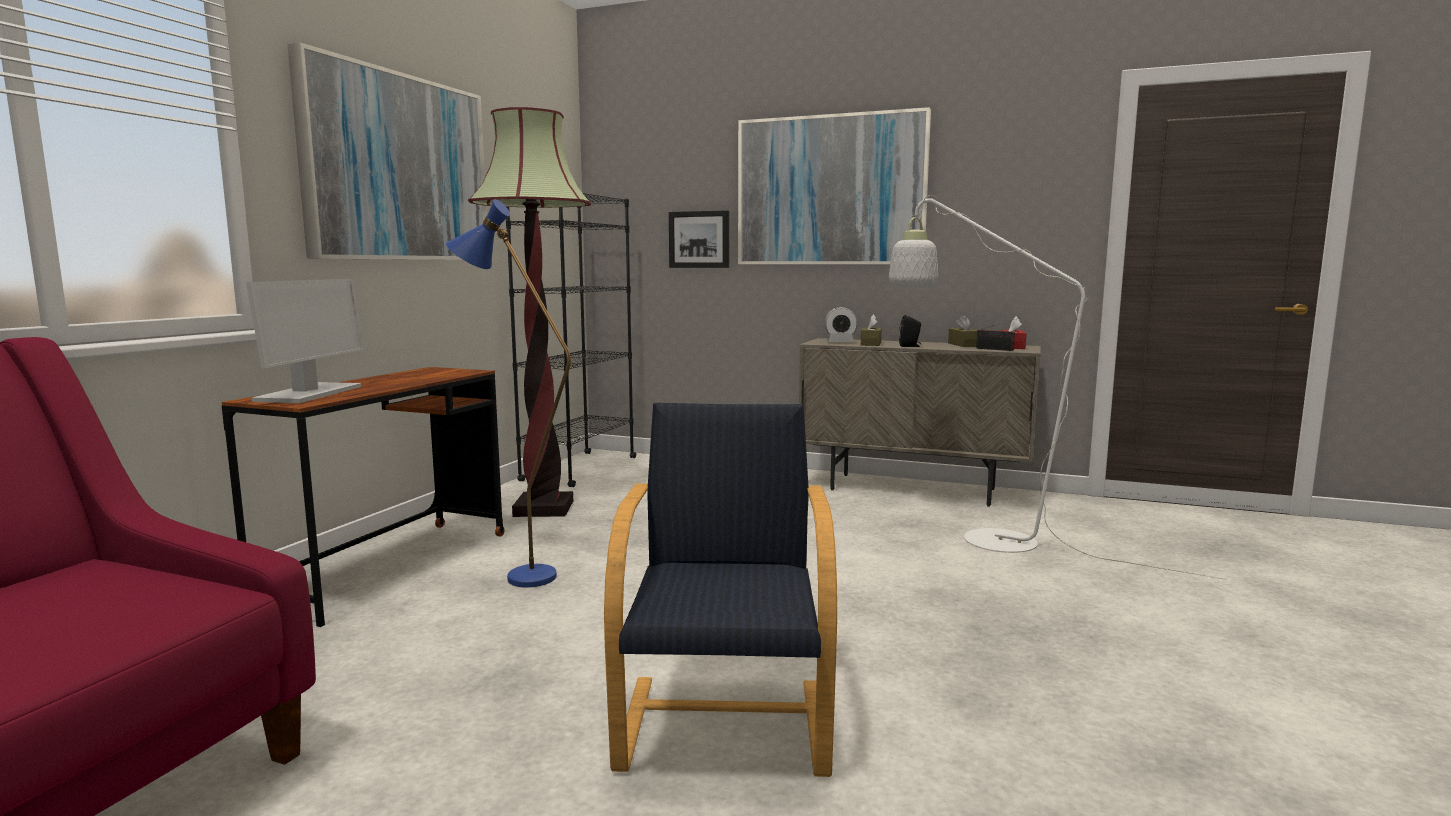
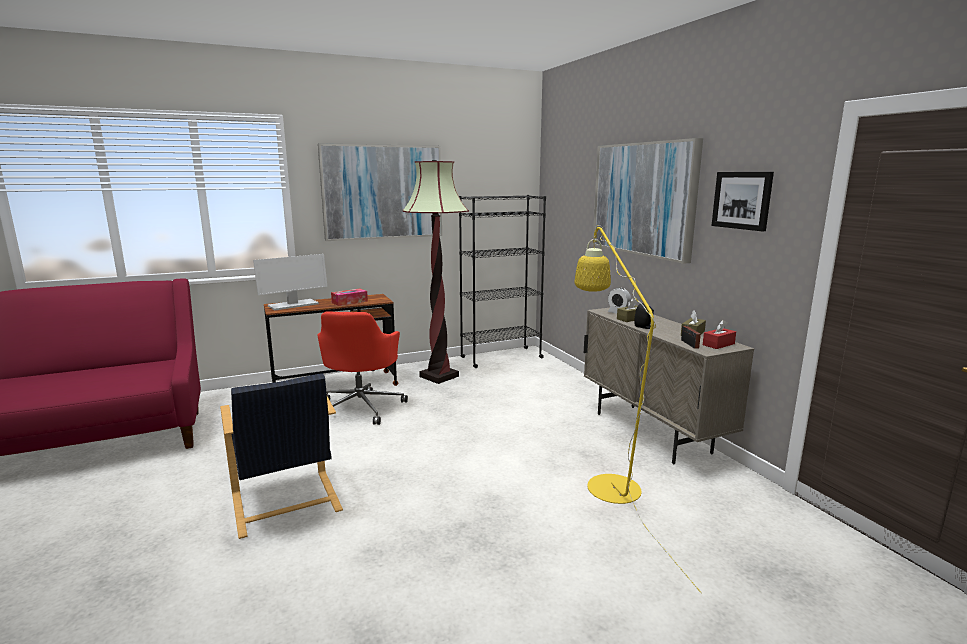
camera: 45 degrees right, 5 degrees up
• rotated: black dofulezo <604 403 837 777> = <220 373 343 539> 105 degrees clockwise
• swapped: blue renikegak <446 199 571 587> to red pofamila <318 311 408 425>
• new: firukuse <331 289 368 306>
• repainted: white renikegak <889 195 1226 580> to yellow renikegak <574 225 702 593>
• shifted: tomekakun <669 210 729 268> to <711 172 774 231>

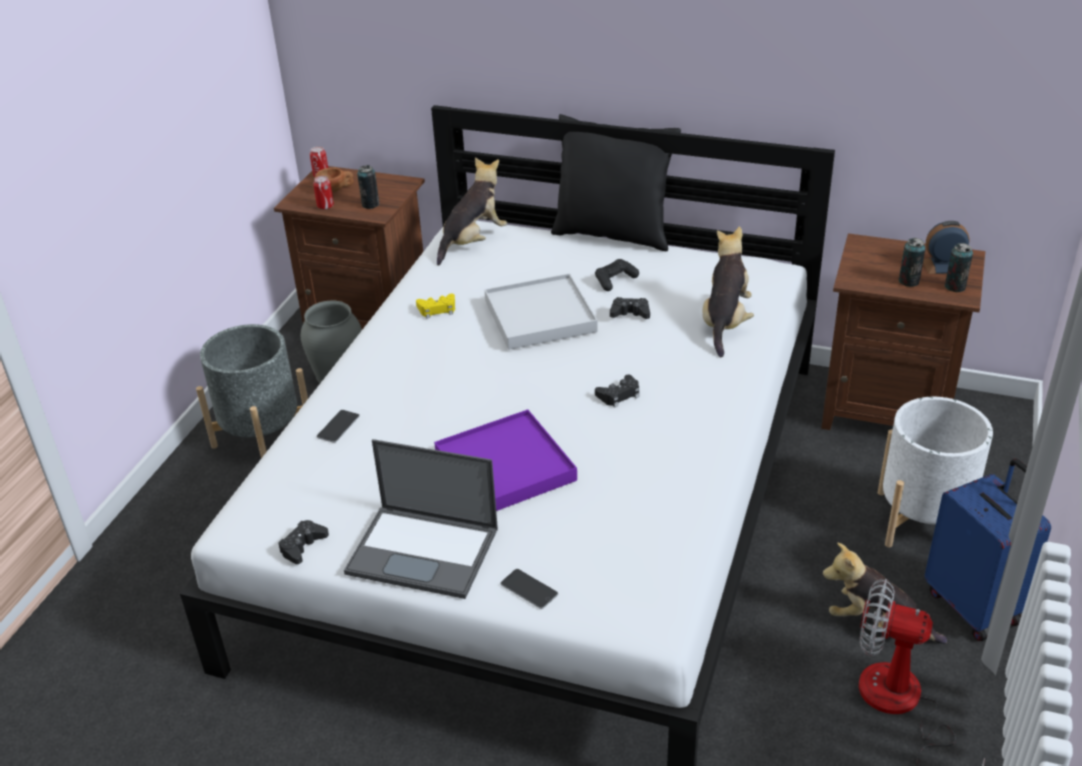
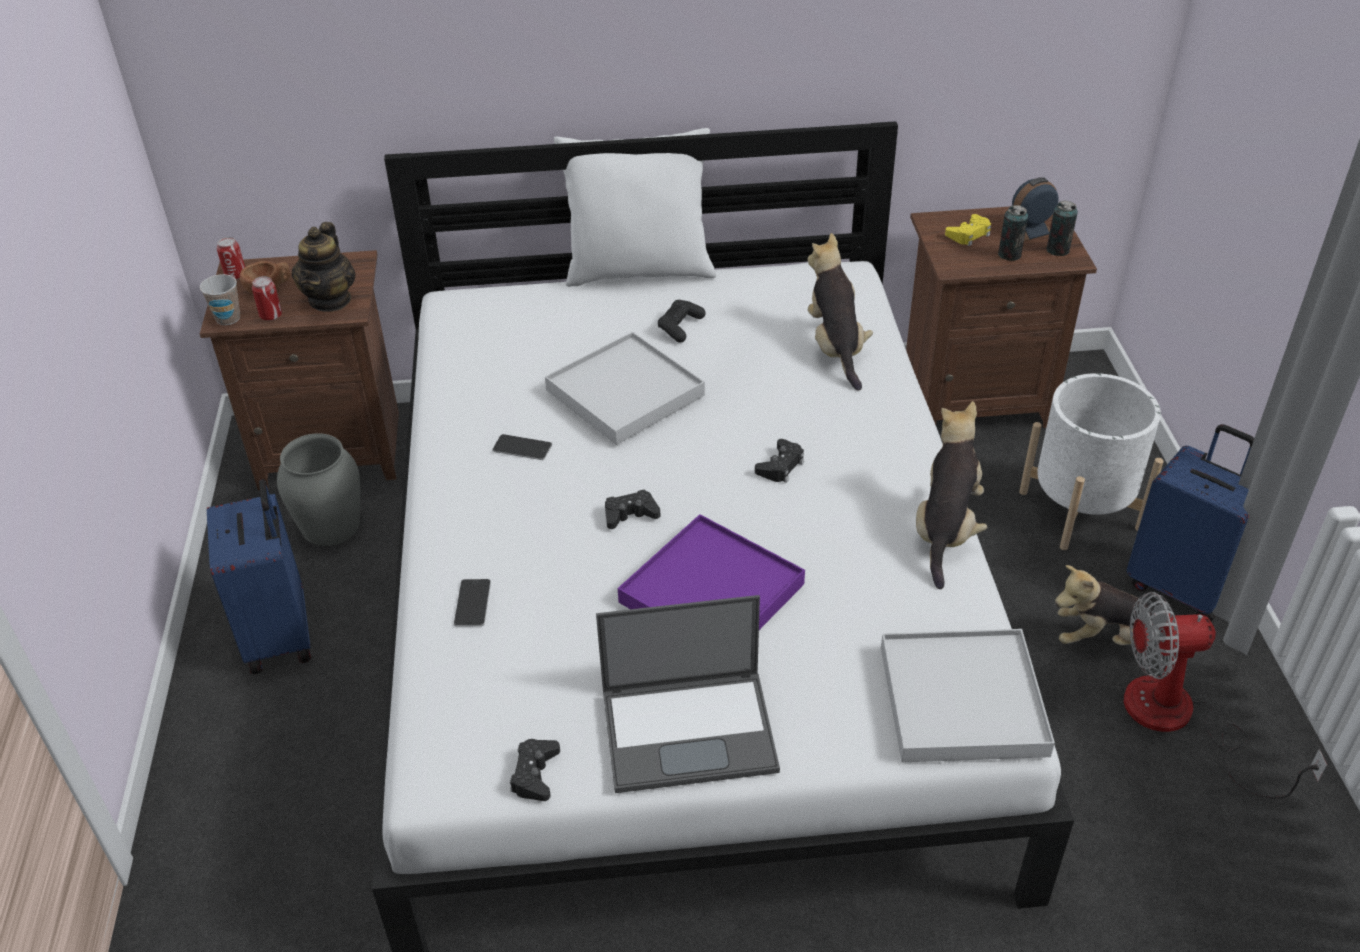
camera: 25 degrees left, 5 degrees up
• new: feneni <200 274 240 325>
• swapped: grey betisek <196 324 308 458> to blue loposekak <207 479 311 674>
• swapped: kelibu <357 165 380 209> to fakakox <292 222 356 312>
• shifted: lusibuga <500 569 558 609> to <492 434 552 460>
• repainted: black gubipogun <551 114 681 251> to white gubipogun <554 128 716 287>
• shifted: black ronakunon <610 297 650 319> to <605 490 660 529>
• new: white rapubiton <881 629 1055 762>
• shifted: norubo <437 158 507 266> to <916 401 987 589>
• shifted: yellow ronakunon <416 294 455 319> to <945 214 991 246>

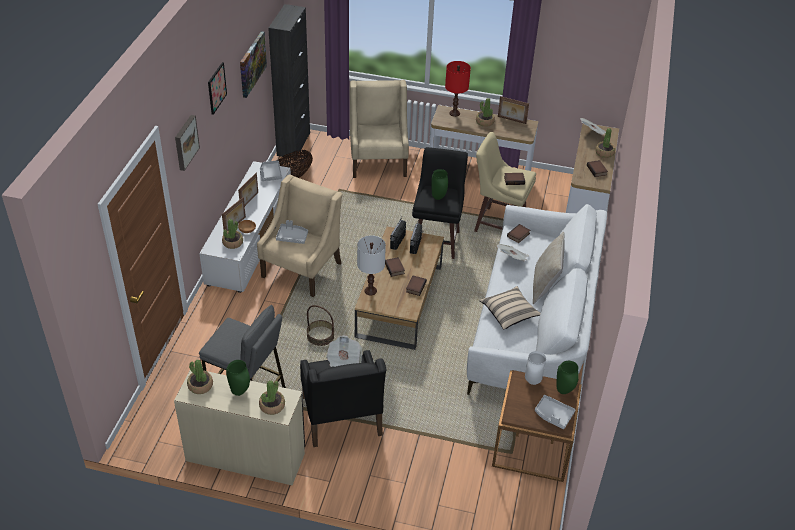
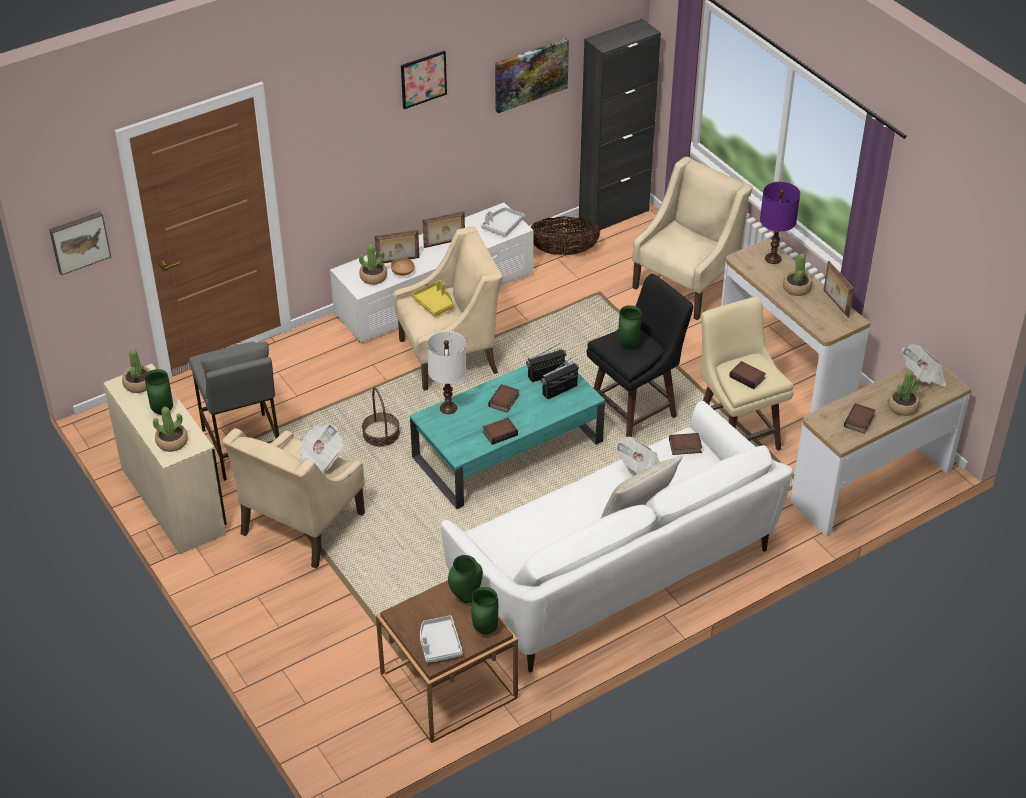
camera: 45 degrees right, 0 degrees up
• shifted: tomekakun <175 115 200 171> to <49 212 111 275>
• repainted: black dofulezo <300 350 386 447> to beige dofulezo <222 428 365 569>
• repainted: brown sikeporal <355 227 444 350> to turquoise sikeporal <410 360 605 509>
• repainted: grey rapubiton <276 220 308 244> to yellow rapubiton <411 280 454 317>
• repainted: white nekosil <525 351 546 385> to green nekosil <448 555 483 603>
• repainted: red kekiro <445 61 471 117> to purple kekiro <760 182 800 264>
• gone: beige gubipogun <480 286 540 330>

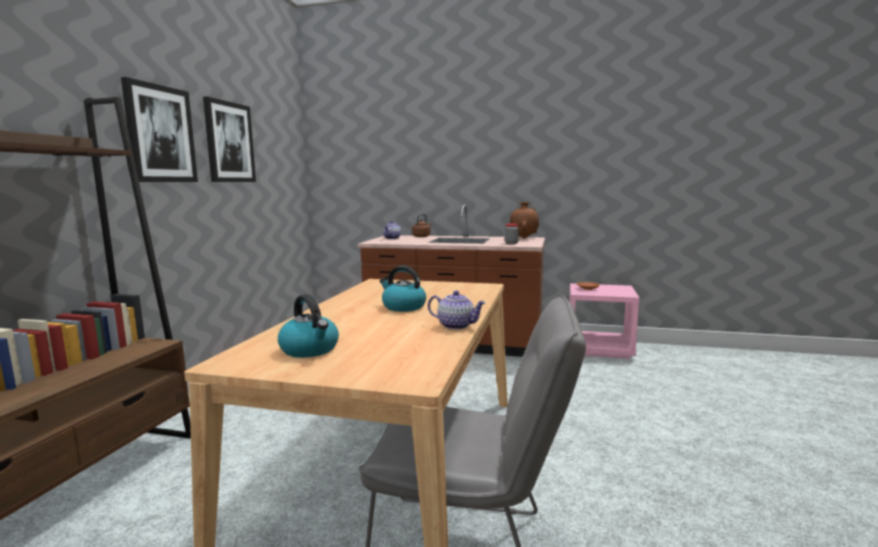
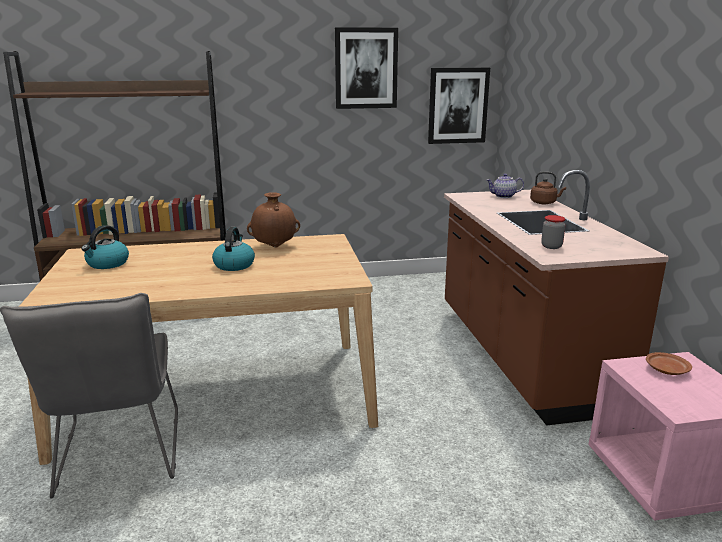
camera: 65 degrees right, 10 degrees up
• shifted: brown nekosil <510 202 539 239> to <247 192 300 248>
• shifted: tomekakun <121 77 198 182> to <428 68 490 144>
• gone: fakakox <428 290 486 330>

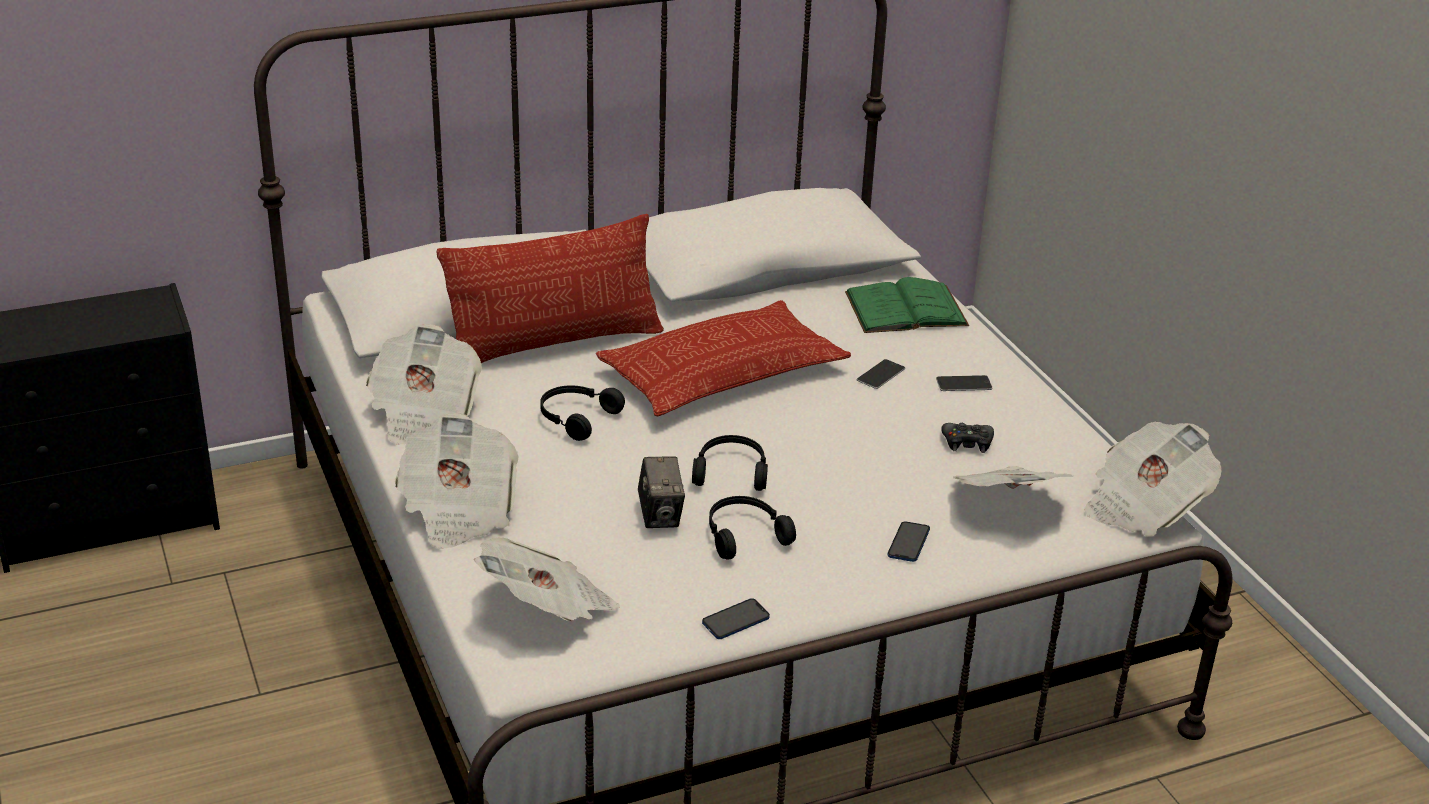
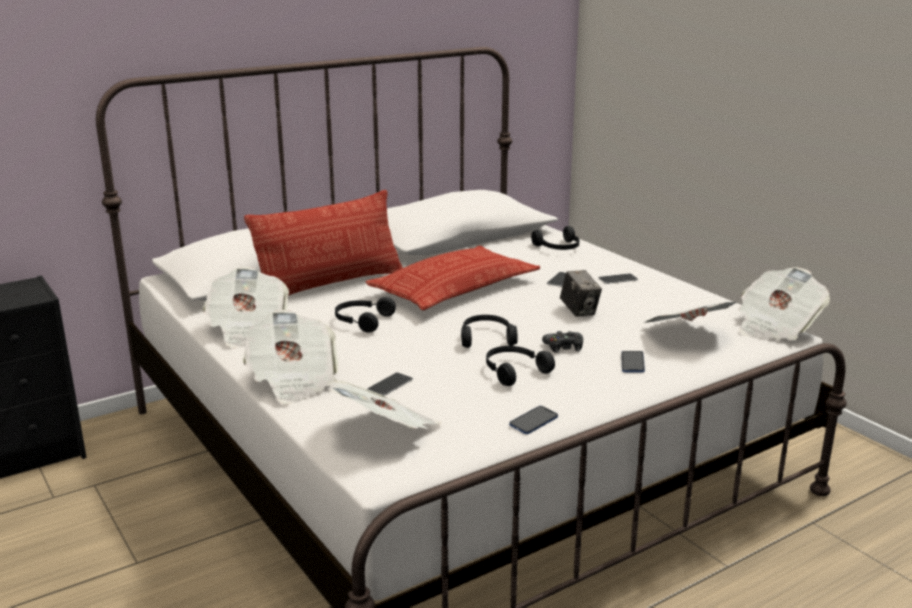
camera: 10 degrees left, 10 degrees down
• new: lusibuga <367 372 413 396>
• swapped: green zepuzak <845 277 969 333> to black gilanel <531 226 579 250>
• shifted: black ronakunon <941 423 994 453> to <542 331 583 353>
• shifted: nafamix <638 456 685 528> to <560 270 602 317>

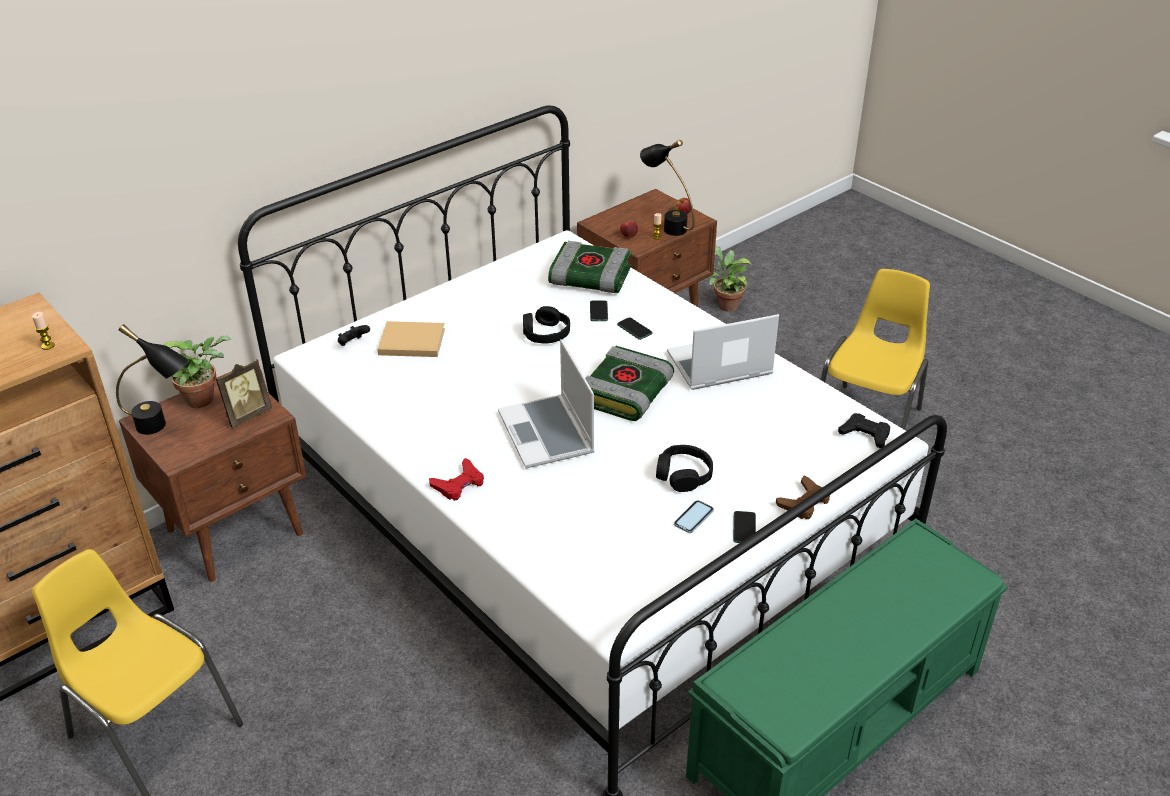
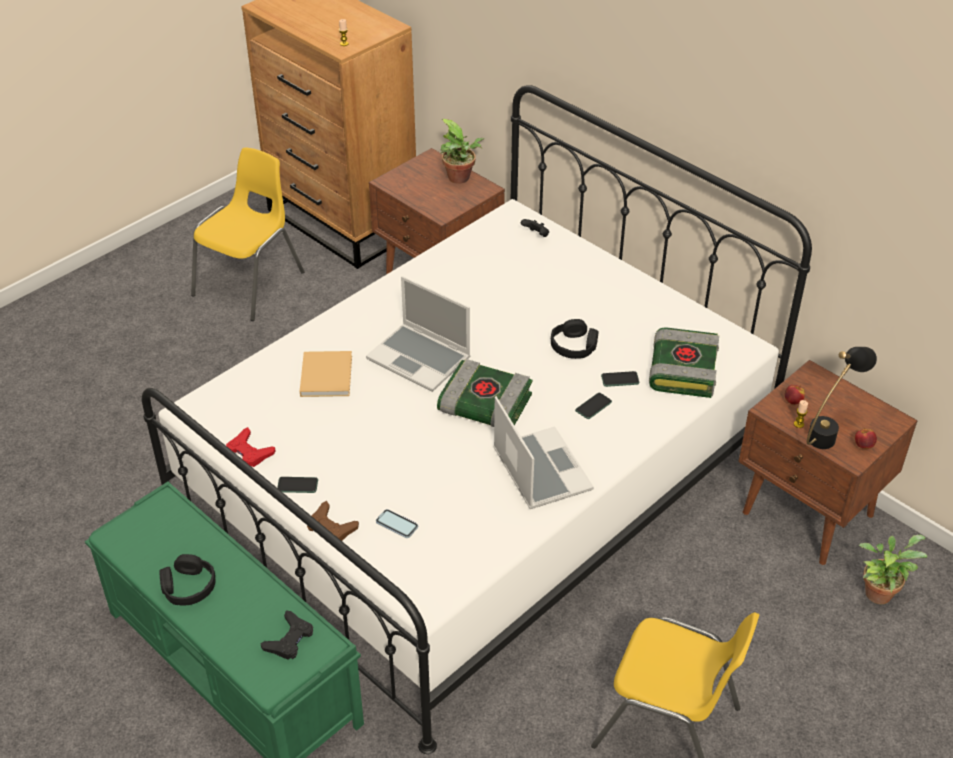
camera: 85 degrees right, 5 degrees up
• shifted: black gilanel <656 445 713 492> to <159 554 215 605>
• shifted: red ronakunon <429 458 484 501> to <226 427 276 467>
• shifted: black ronakunon <838 413 890 448> to <260 610 313 660>
• shifted: beige zepuzak <377 321 445 357> to <300 351 352 397>
• rotated: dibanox <498 339 595 468> = <366 276 470 392> 120 degrees counterclockwise
• shifted: lusibuga <674 500 714 533> to <376 509 418 538>
• gone: black kekiro <116 324 189 435>
• gone: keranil <216 359 272 428>

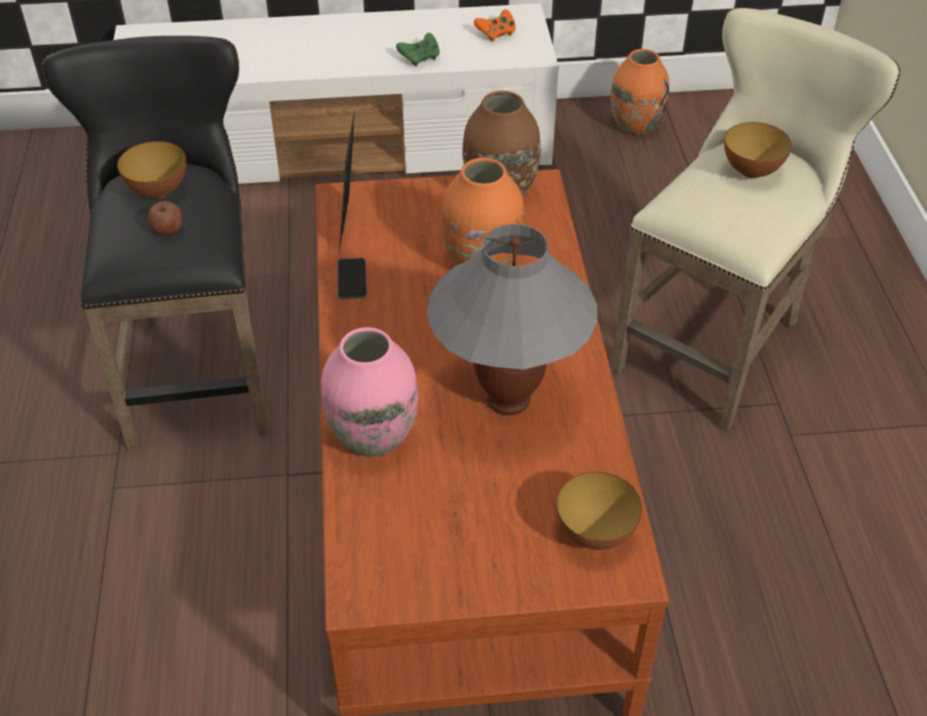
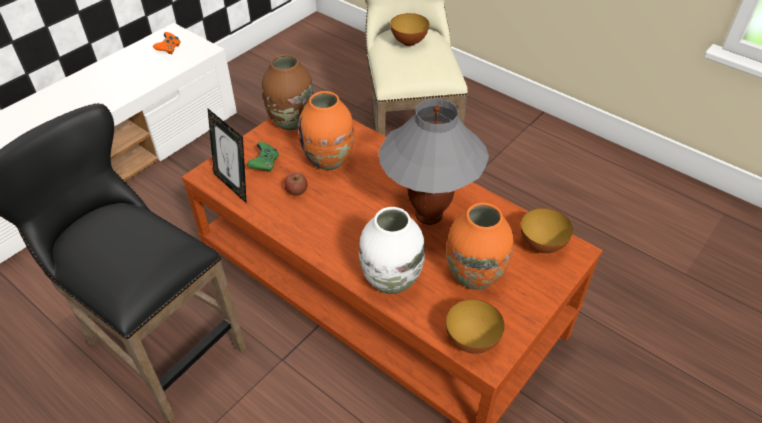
camera: 45 degrees left, 0 degrees up
• shifted: green ronakunon <396 33 440 67> to <247 142 279 172>
• shifted: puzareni <148 201 183 235> to <284 173 308 196>
• repainted: pink nekosil <321 327 418 457> to white nekosil <359 207 425 294>
• shifted: orange nekosil <611 49 669 135> to <446 203 513 290>
• shifted: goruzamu <117 141 186 198> to <446 299 505 354>
• gone: lusibuga <337 258 367 299>

